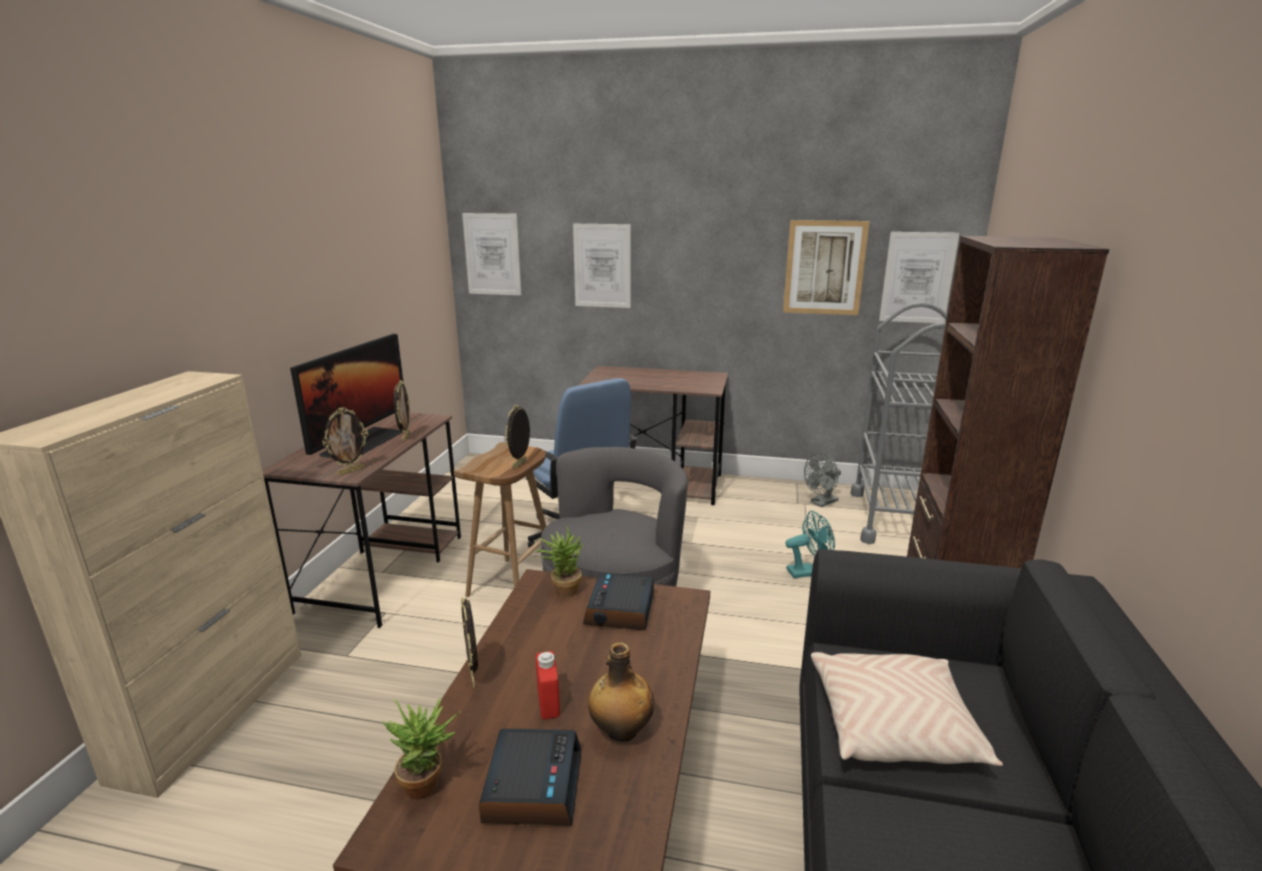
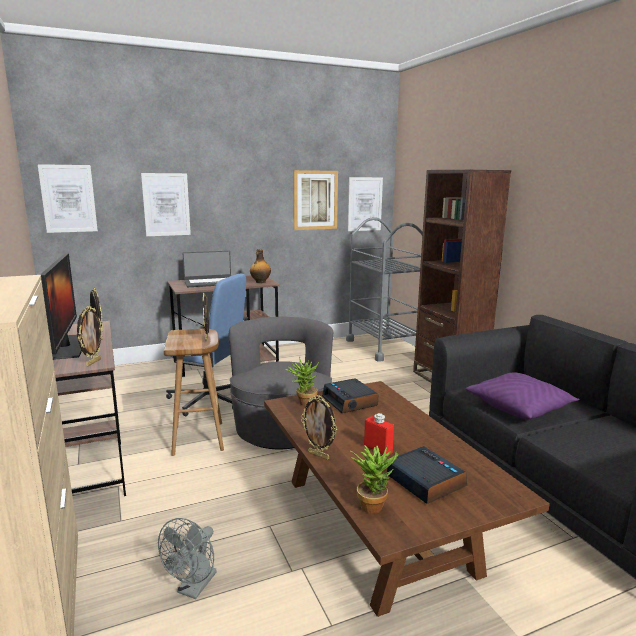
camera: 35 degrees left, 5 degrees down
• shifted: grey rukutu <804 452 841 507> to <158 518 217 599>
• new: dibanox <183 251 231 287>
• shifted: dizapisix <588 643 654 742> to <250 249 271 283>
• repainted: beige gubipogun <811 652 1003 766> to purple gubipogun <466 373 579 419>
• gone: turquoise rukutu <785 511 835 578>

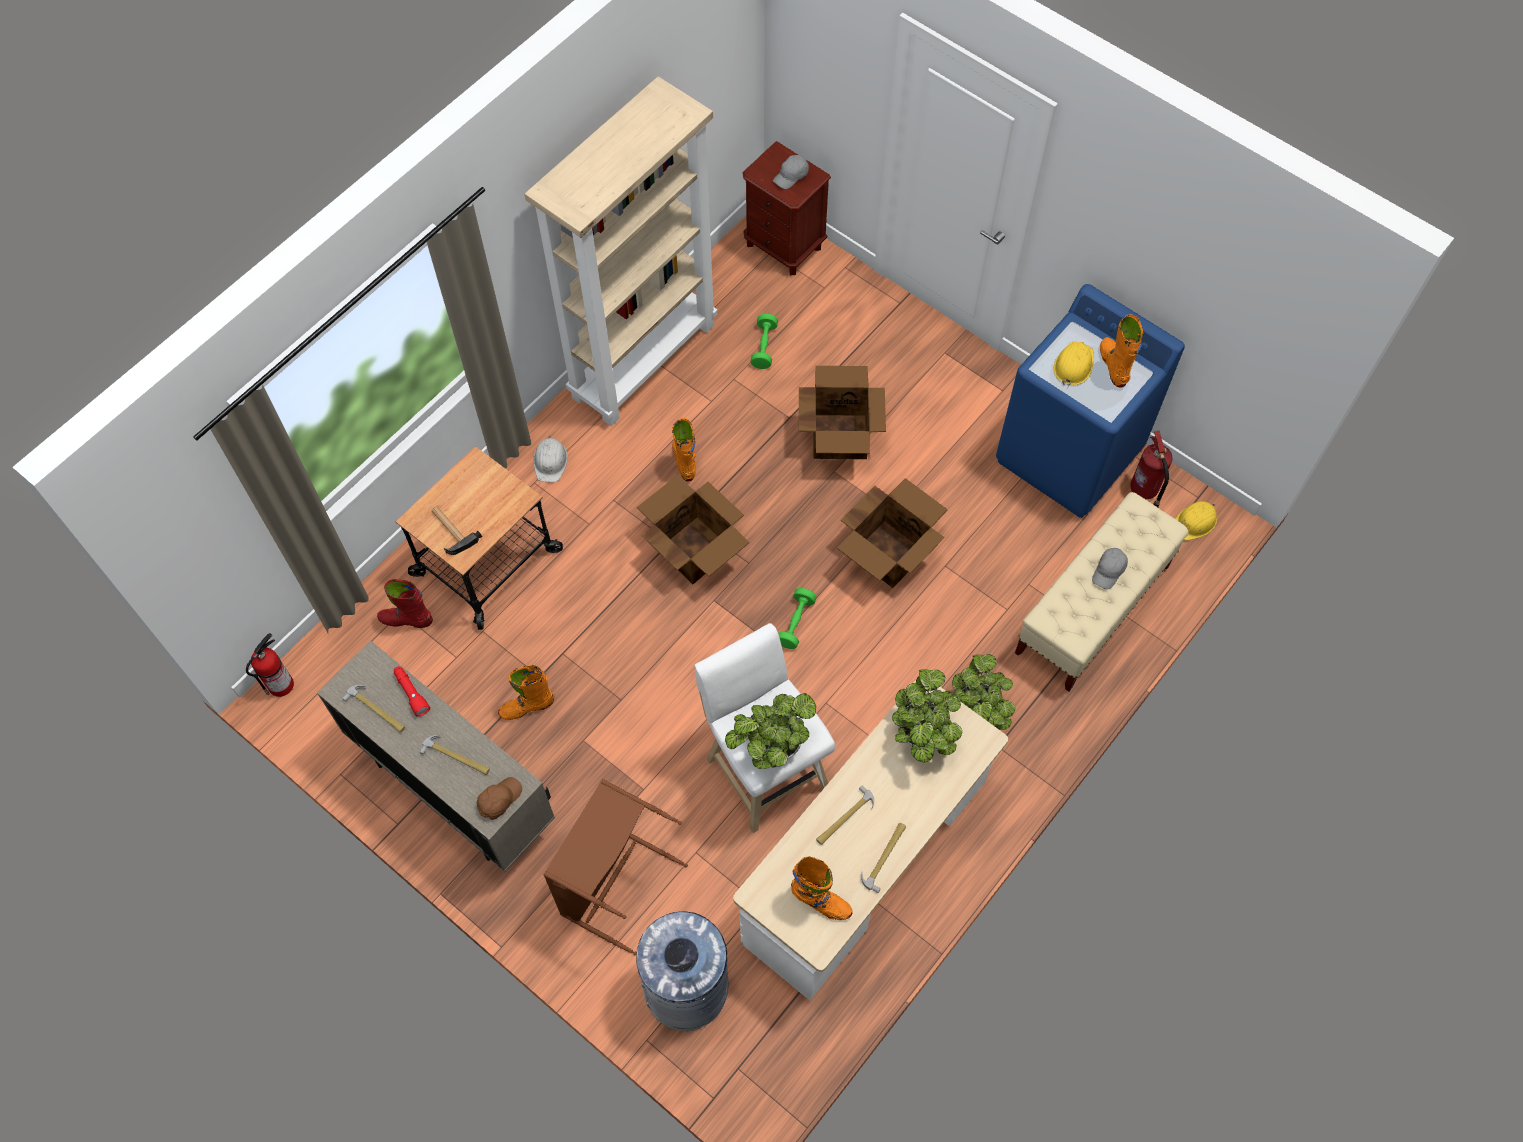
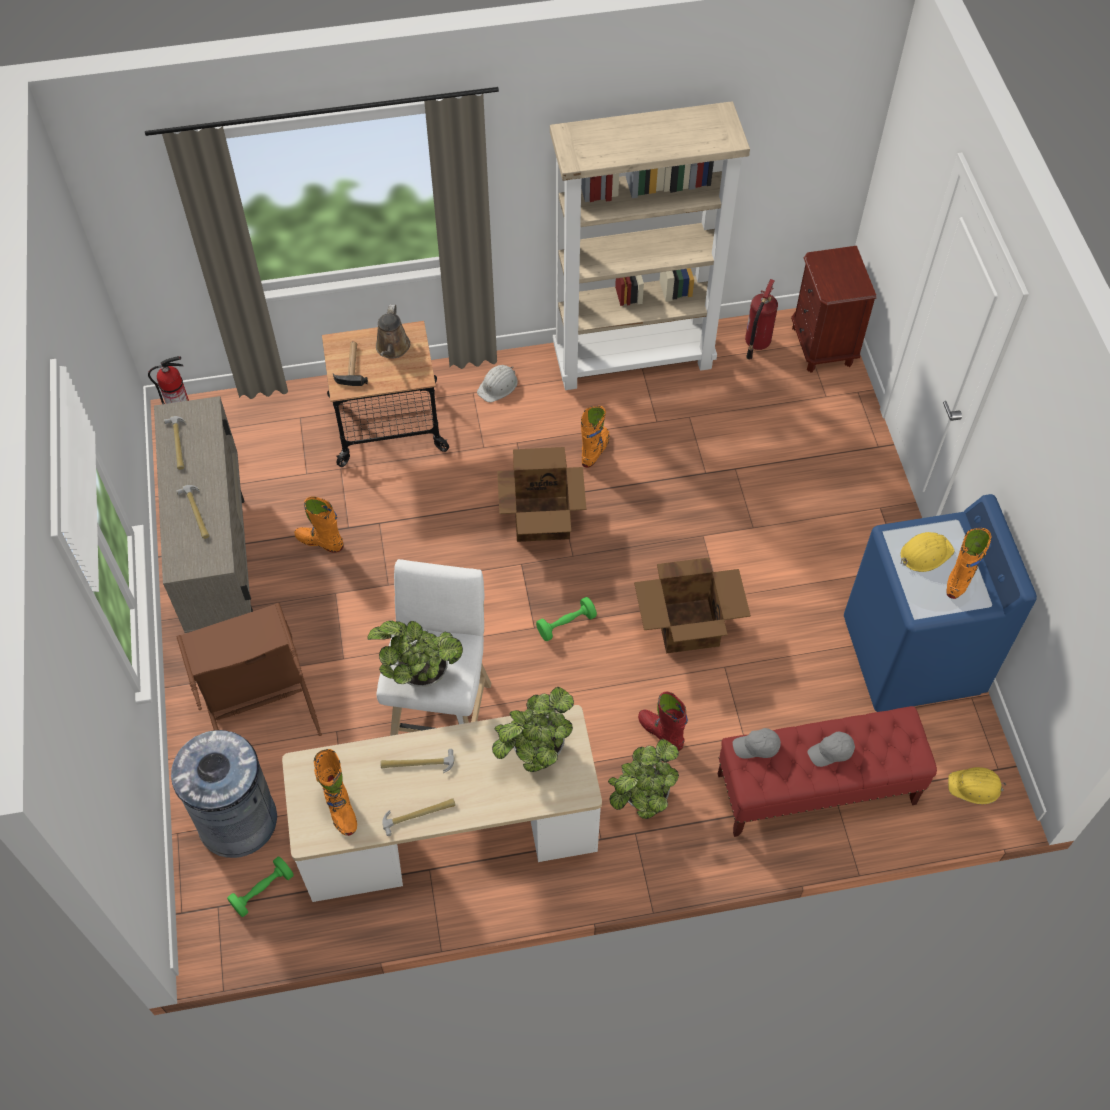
camera: 40 degrees right, 5 degrees down
• shifted: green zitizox <750 314 778 369> to <227 857 294 917>
• new: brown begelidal <376 304 410 359>
• shifted: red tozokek <377 579 433 628> to <638 691 688 751>
• repainted: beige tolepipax <1015 492 1189 692> to red tolepipax <718 706 937 837>
• shifted: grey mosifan <773 155 809 189> to <733 728 781 758>
• shifted: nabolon <1131 431 1173 507> to <745 279 778 360>
• gone: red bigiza <394 666 430 717>
• gone: brown mosifan <477 777 522 820>
• gone: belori <799 366 886 459>

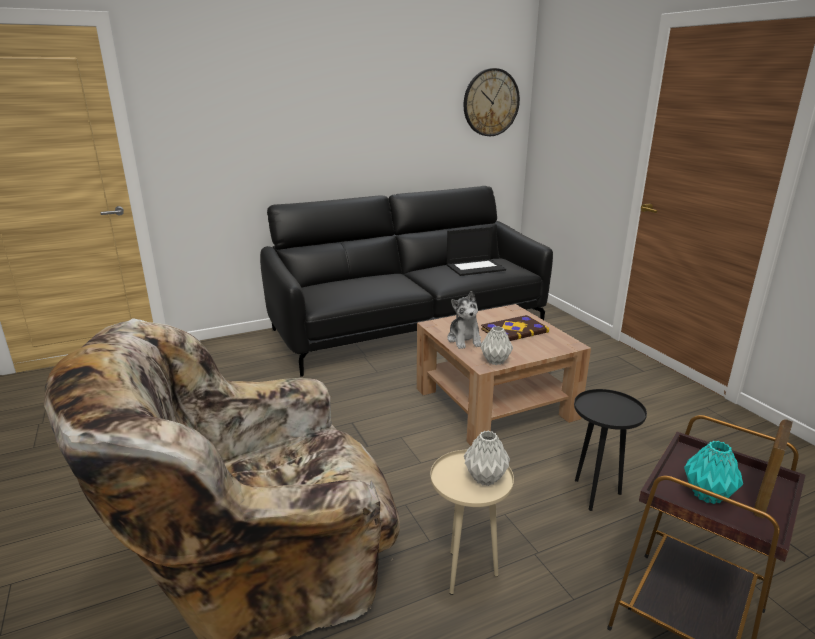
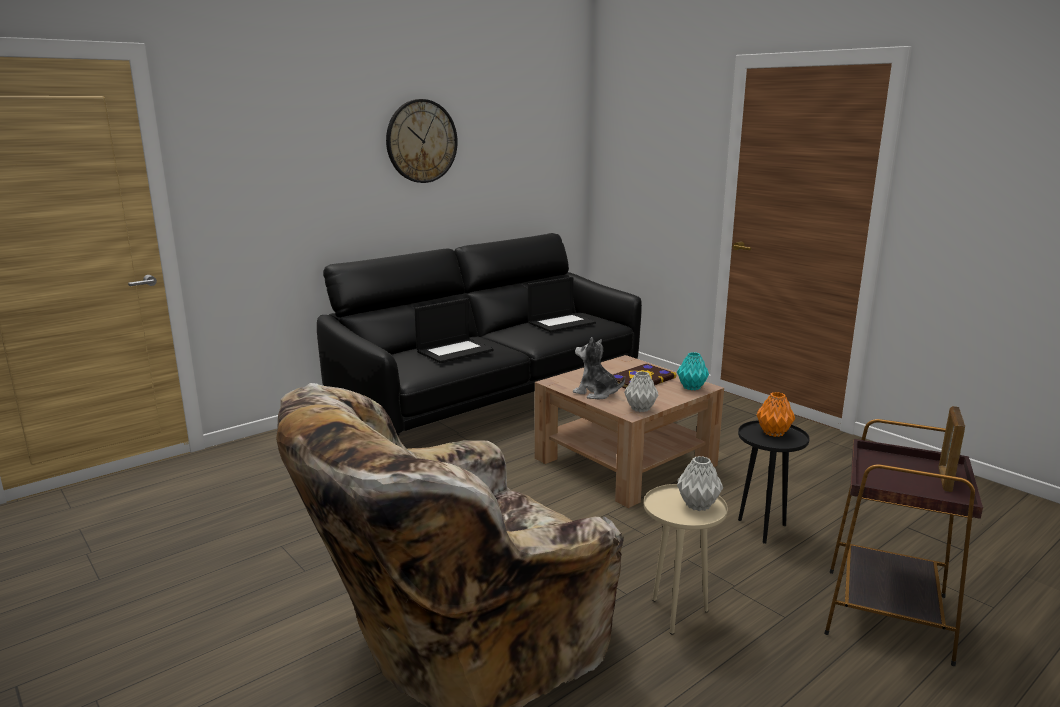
camera: 15 degrees left, 5 degrees down
• shifted: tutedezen <463 68 520 136> to <386 99 458 183>
• new: dibanox <414 298 494 363>
• rotated: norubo <447 291 481 349> = <573 337 625 399> 150 degrees clockwise
• shifted: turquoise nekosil <684 441 743 504> to <677 352 709 390>
• new: orange nekosil <757 392 795 437>

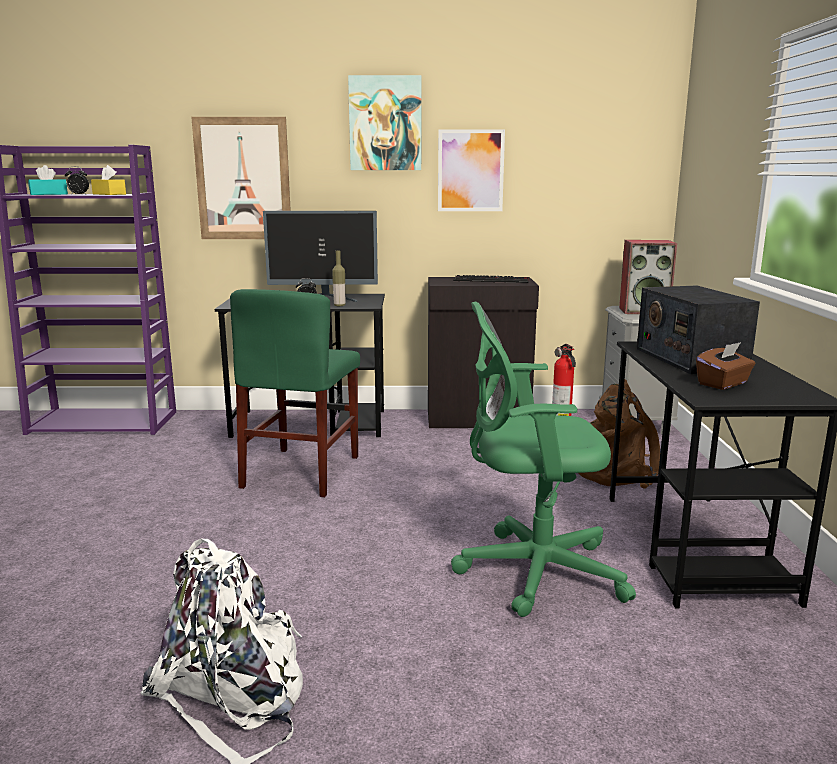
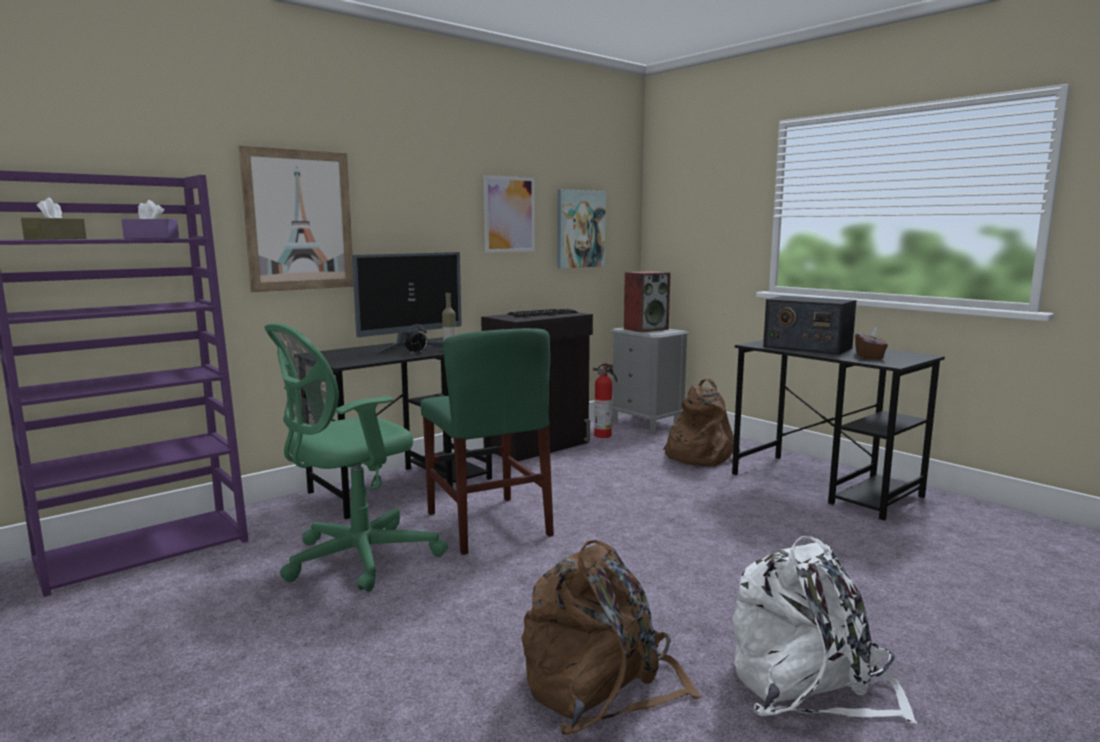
camera: 40 degrees left, 5 degrees down
• repainted: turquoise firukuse <28 165 68 195> to brown firukuse <21 198 86 240>
• repainted: yellow firukuse <91 165 126 195> to purple firukuse <121 200 179 239>
• shifted: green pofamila <451 301 636 617> to <264 323 448 592>
• new: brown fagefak <521 540 702 735>
• shifted: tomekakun <348 75 421 170> to <557 189 606 268>
• gone: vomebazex <65 167 89 195>

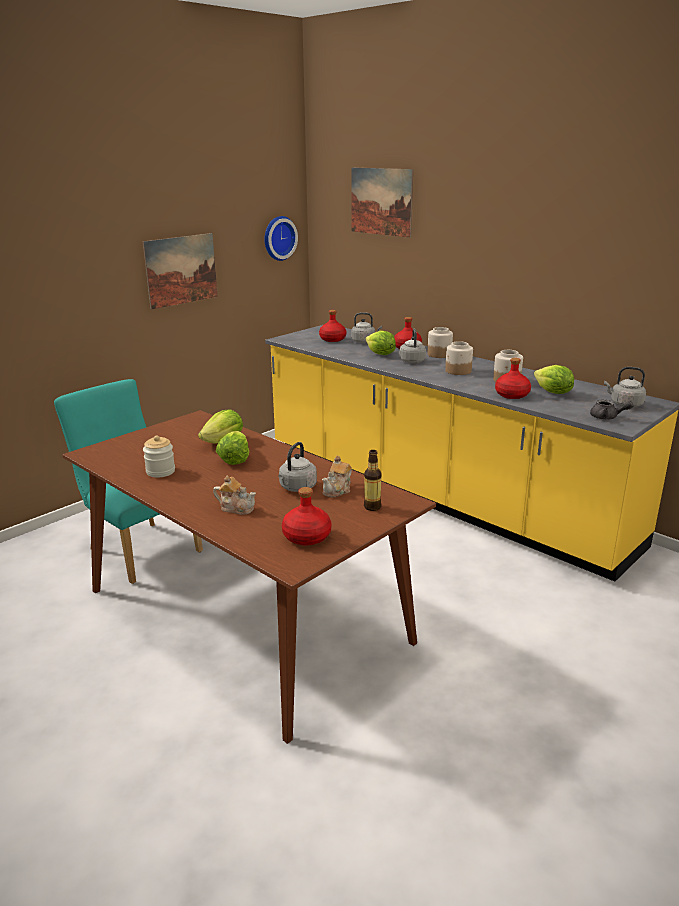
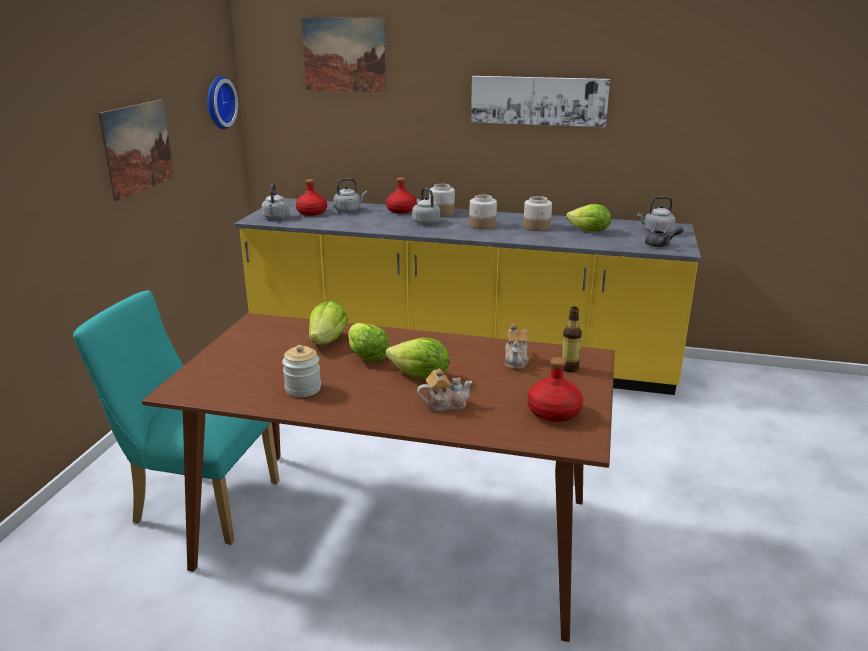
camera: 30 degrees left, 0 degrees up
• shifted: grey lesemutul <278 442 317 492> to <262 183 290 220>
• shifted: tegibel <366 330 396 355> to <386 338 449 378>
• new: tomekakun <471 76 610 128>
• gone: red dizapisix <495 358 531 399>

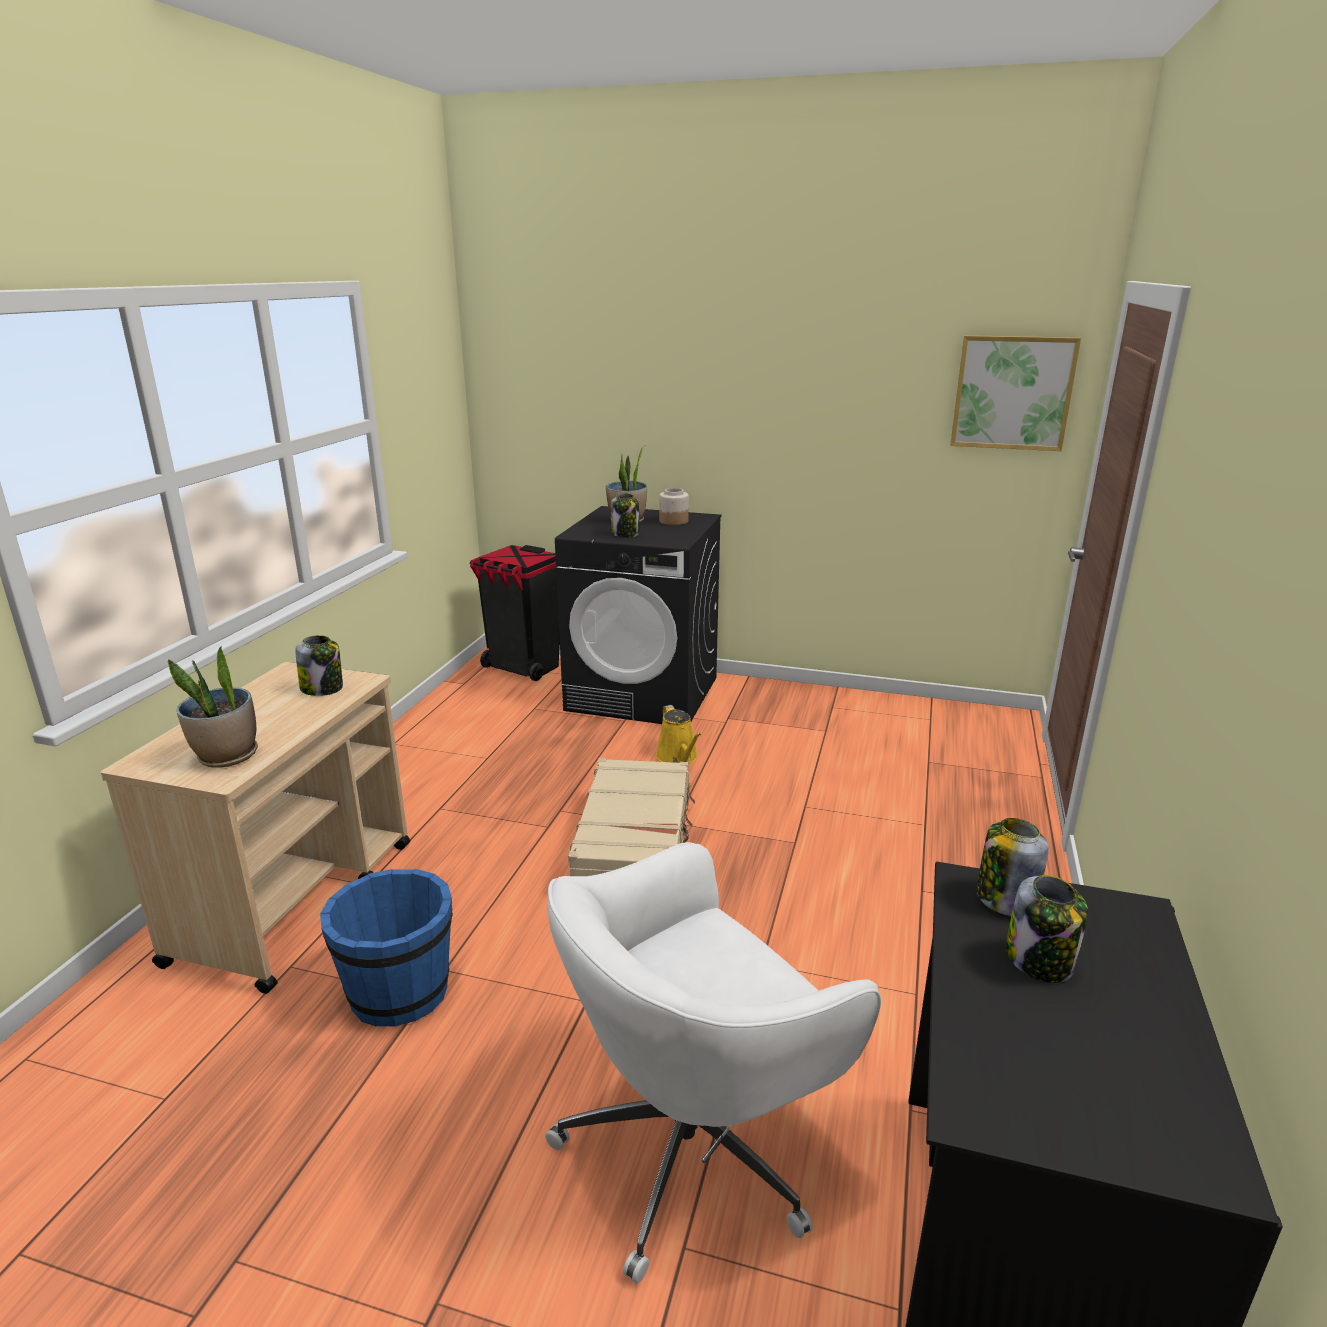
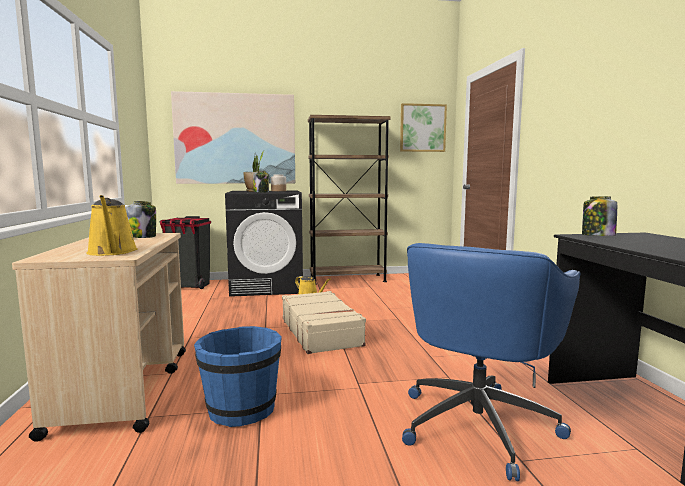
camera: 25 degrees left, 15 degrees down
• swapped: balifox <168 646 258 768> to yellow begelidal <86 195 138 256>
• new: tomekakun <171 91 295 184>
• new: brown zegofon <308 115 390 285>
• repainted: white pofamila <545 842 881 1284> to blue pofamila <402 243 581 481>
• gone: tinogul <1006 875 1088 983>

